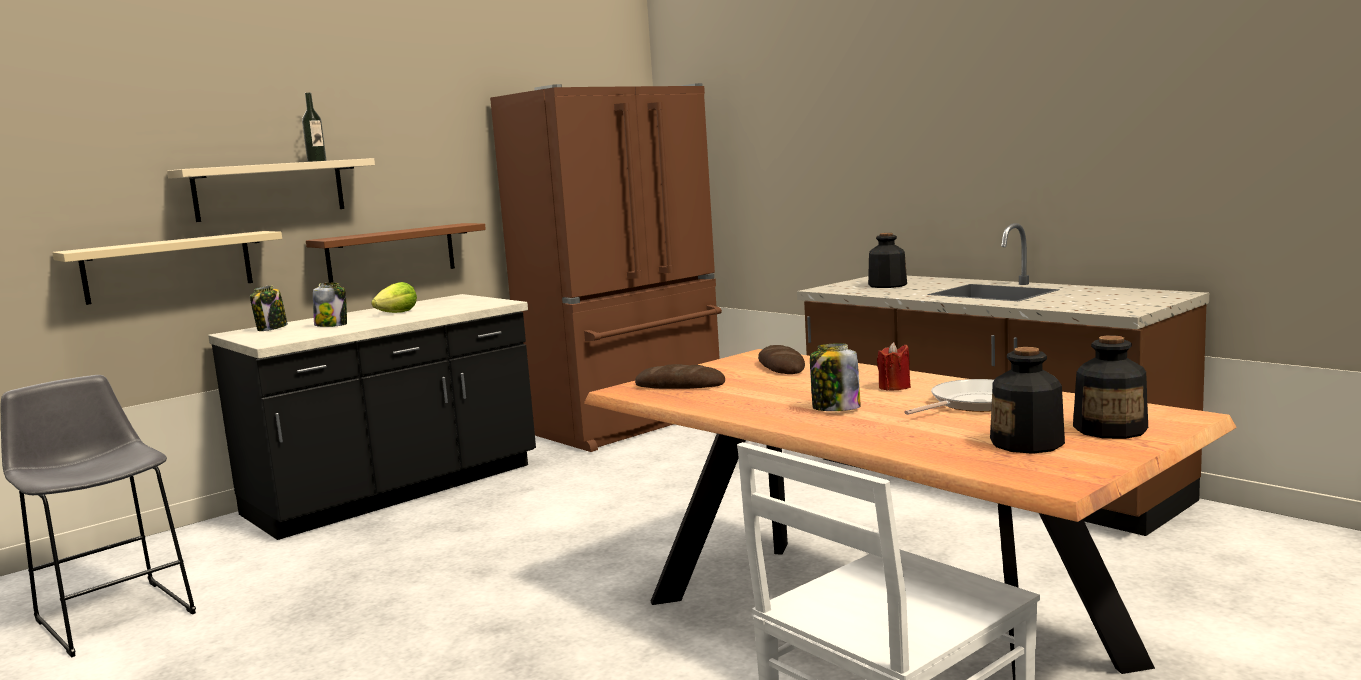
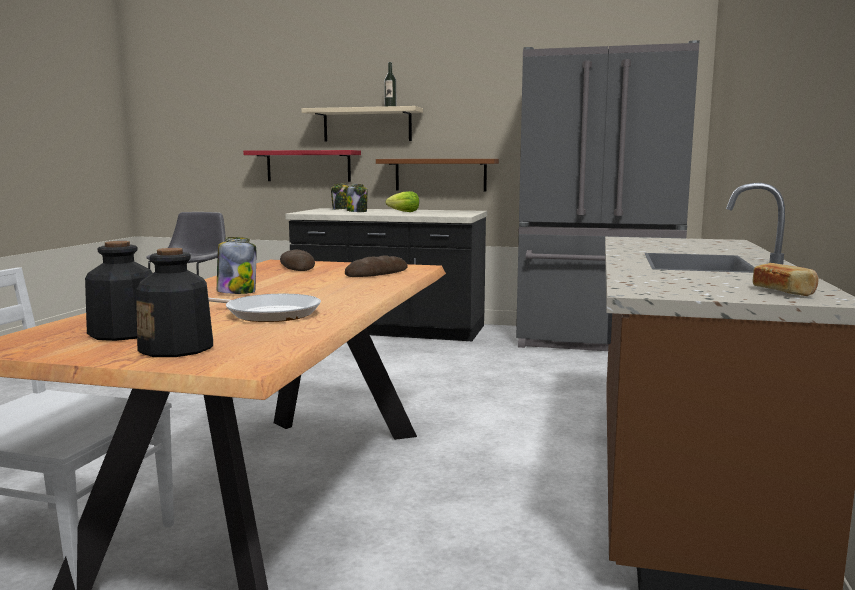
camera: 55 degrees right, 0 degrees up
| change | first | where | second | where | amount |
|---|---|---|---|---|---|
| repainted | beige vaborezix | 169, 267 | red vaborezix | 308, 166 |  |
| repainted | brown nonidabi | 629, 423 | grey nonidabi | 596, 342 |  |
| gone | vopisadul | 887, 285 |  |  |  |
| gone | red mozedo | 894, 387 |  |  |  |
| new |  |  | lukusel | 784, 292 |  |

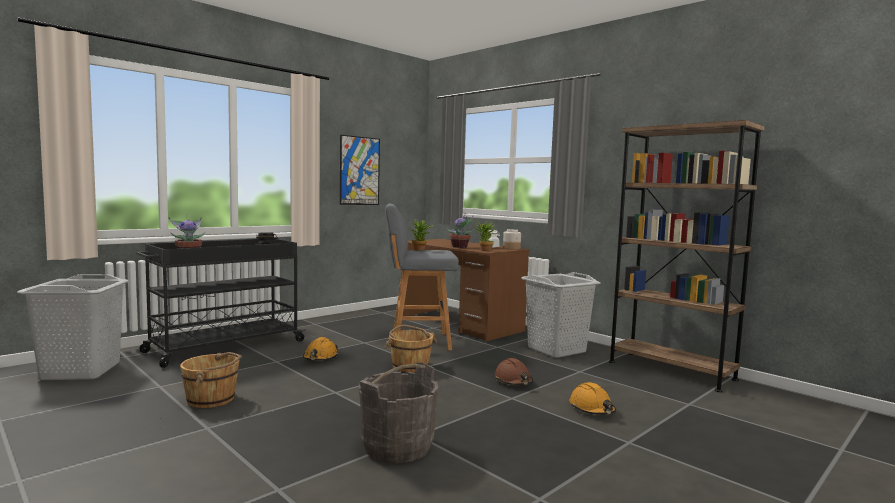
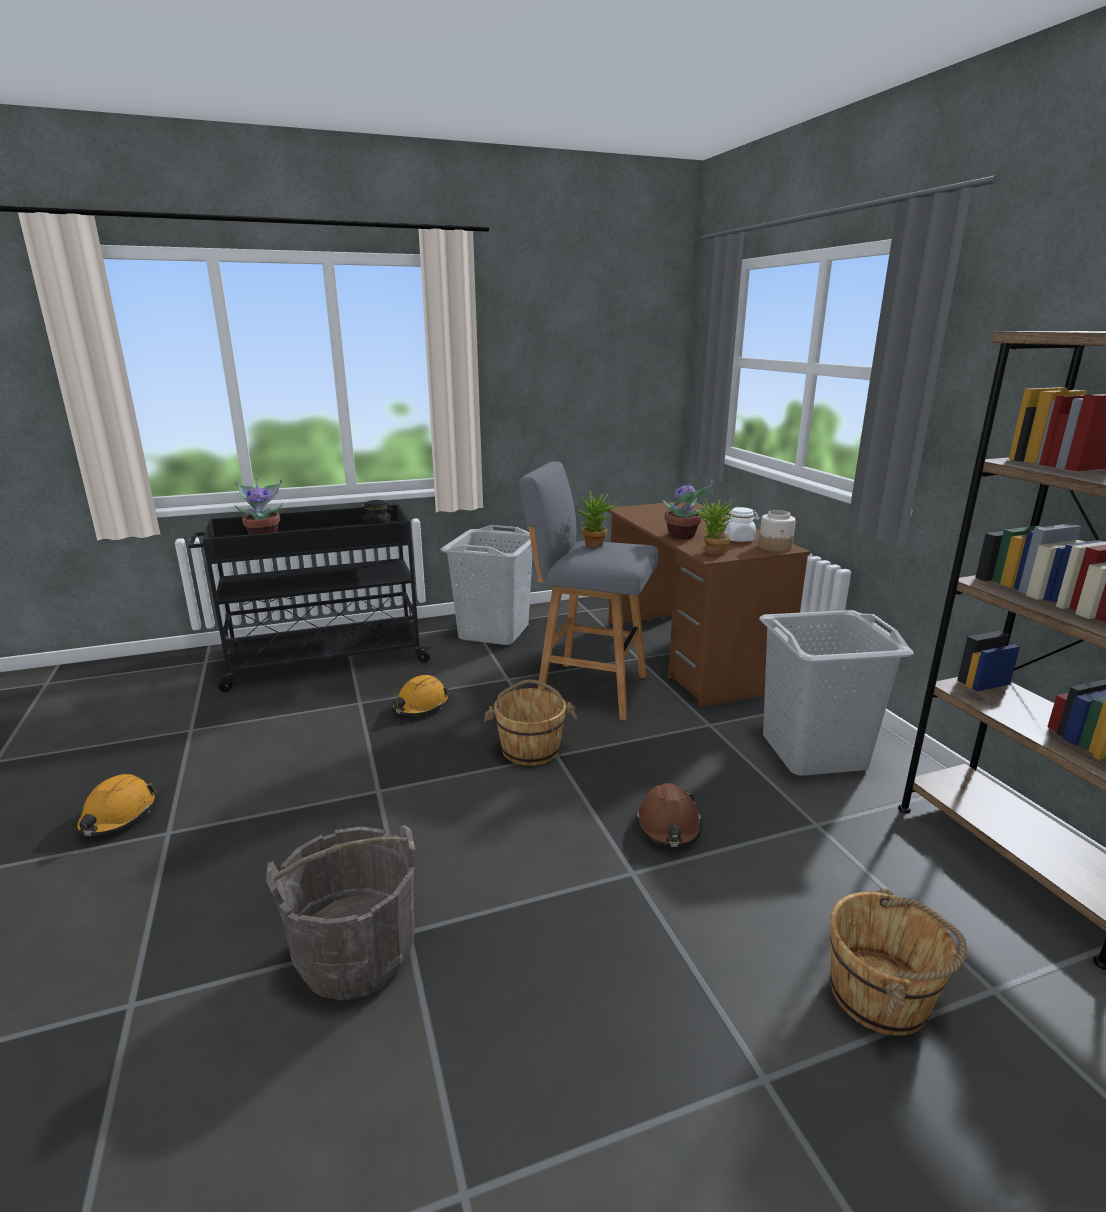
camera: 25 degrees right, 15 degrees up
| change | first | where | second | where | amount |
|---|---|---|---|---|---|
| shifted | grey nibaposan | 81, 371 |  | 494, 632 |  |
| shifted | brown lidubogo | 212, 399 |  | 880, 995 |  |
| gone | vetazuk | 359, 171 |  |  |  |
| shifted | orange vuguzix | 592, 409 |  | 117, 816 |  |

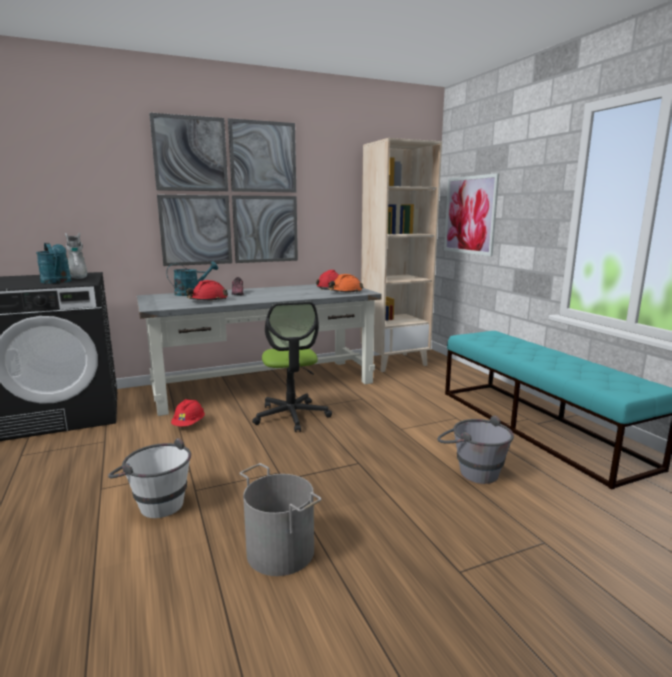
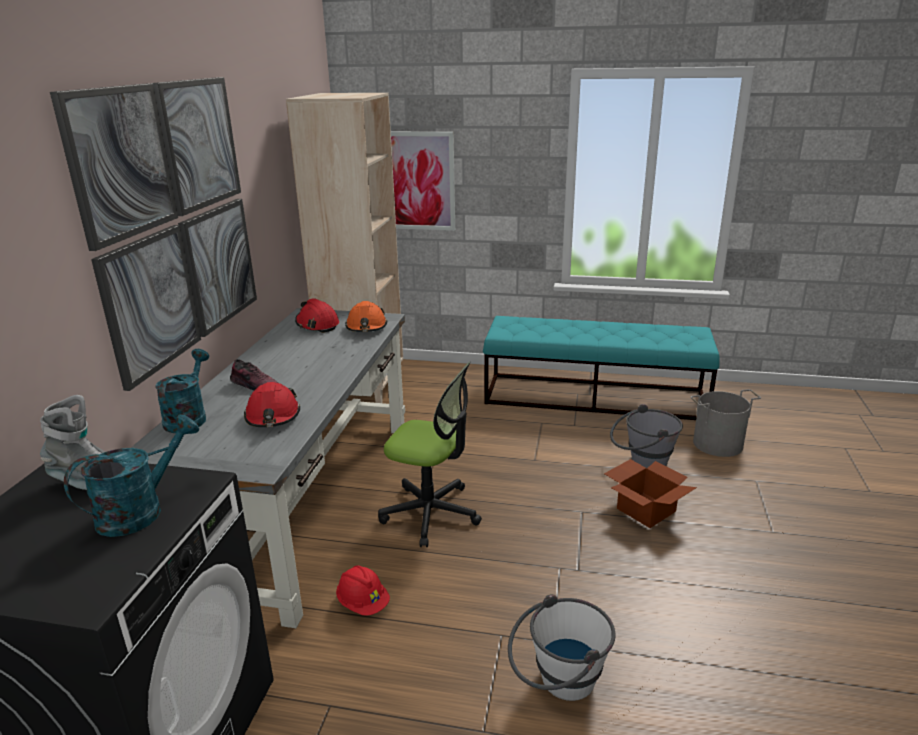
camera: 55 degrees left, 10 degrees up
| change | first | where | second | where | amount |
|---|---|---|---|---|---|
| rotated | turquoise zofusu | 57, 282 |  | 141, 510 | 45 degrees counterclockwise |
| shifted | grey lidubogo | 279, 552 |  | 718, 444 |  |
| new |  |  | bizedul | 645, 509 |  |

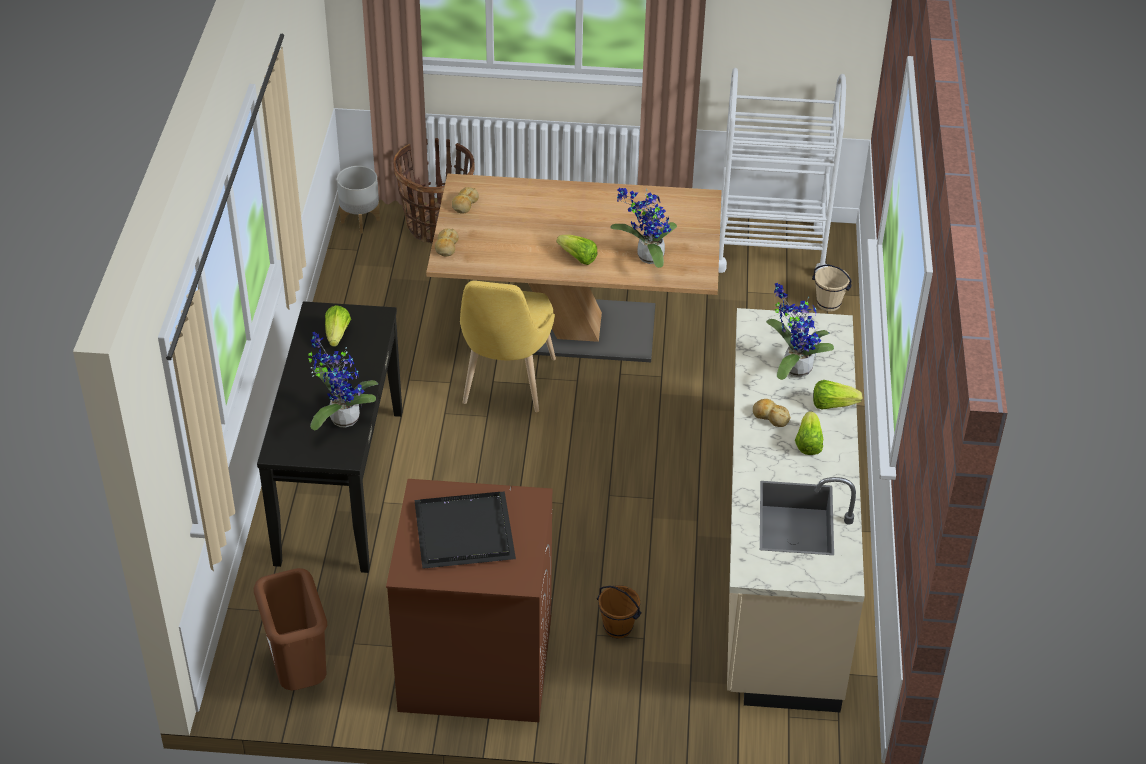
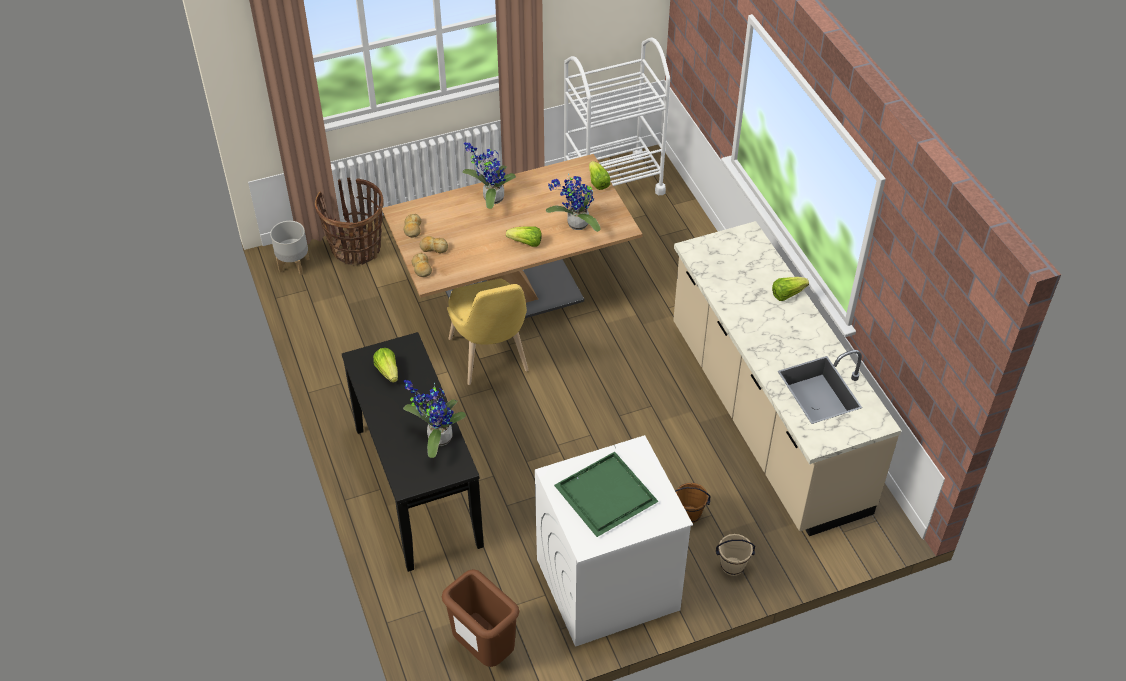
camera: 25 degrees left, 5 degrees up
| change | first | where | second | where | amount |
|---|---|---|---|---|---|
| repainted | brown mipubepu | 474, 663 | white mipubepu | 606, 585 |  |
| repainted | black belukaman | 466, 530 | green belukaman | 606, 493 |  |
| shifted | lukusel | 770, 416 |  | 434, 248 |  |
| shifted | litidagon | 793, 367 |  | 490, 198 |  |
| shifted | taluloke | 808, 443 |  | 598, 182 |  |
| shifted | beige lidubogo | 828, 303 |  | 732, 566 |  |

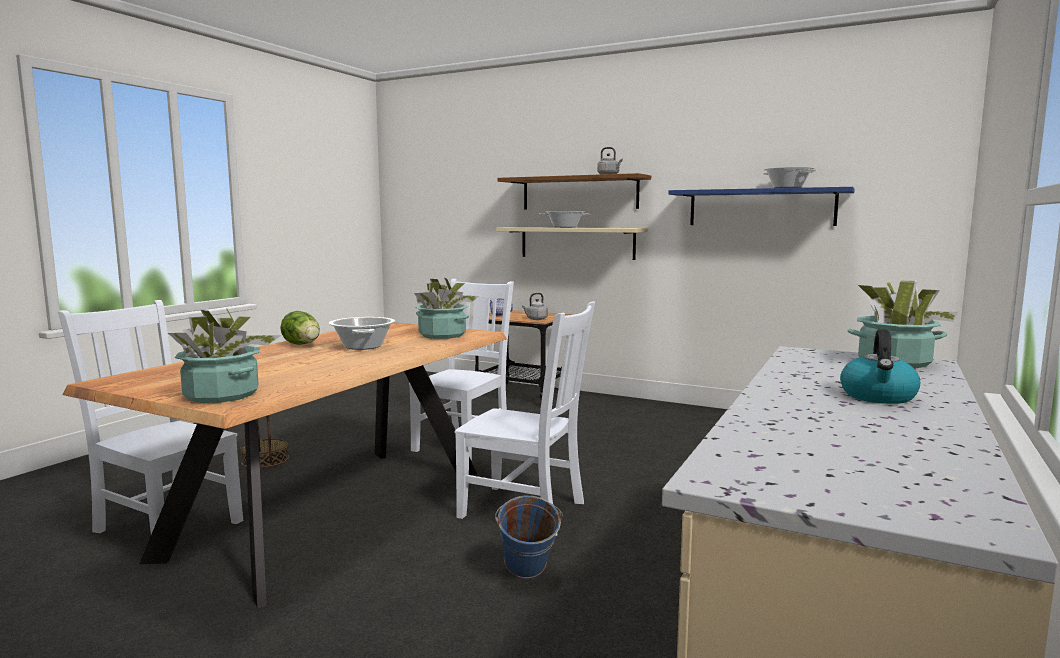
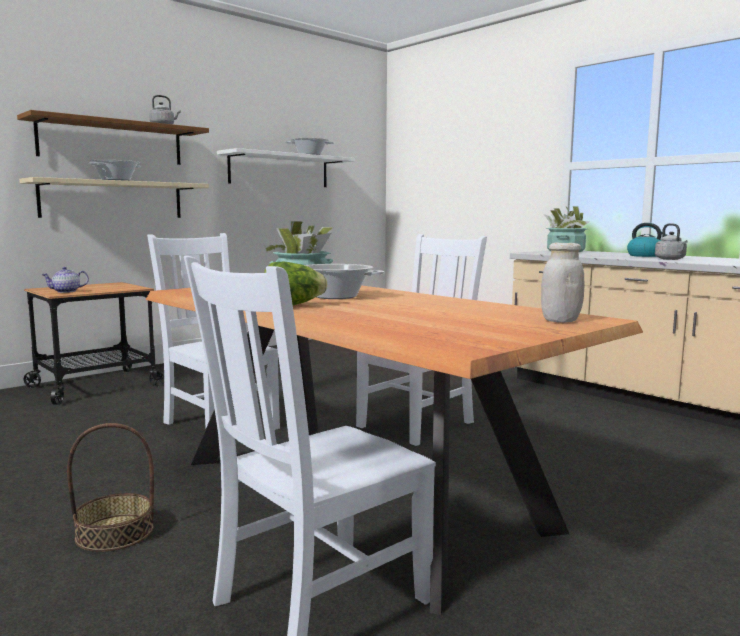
camera: 70 degrees left, 0 degrees up
| change | first | where | second | where | amount |
|---|---|---|---|---|---|
| swapped | litidagon | 221, 395 | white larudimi | 560, 320 |  |
| gone | blue lidubogo | 527, 577 |  |  |  |
| shifted | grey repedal | 536, 319 |  | 671, 259 |  |
| repainted | blue vaborezix | 761, 207 | white vaborezix | 279, 170 |  |

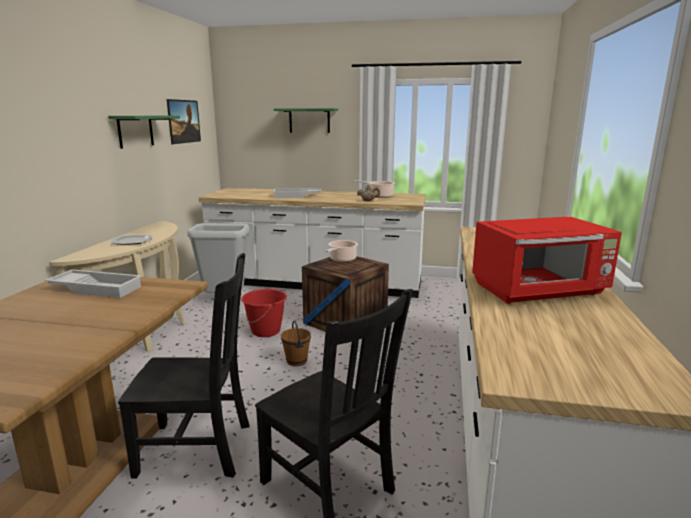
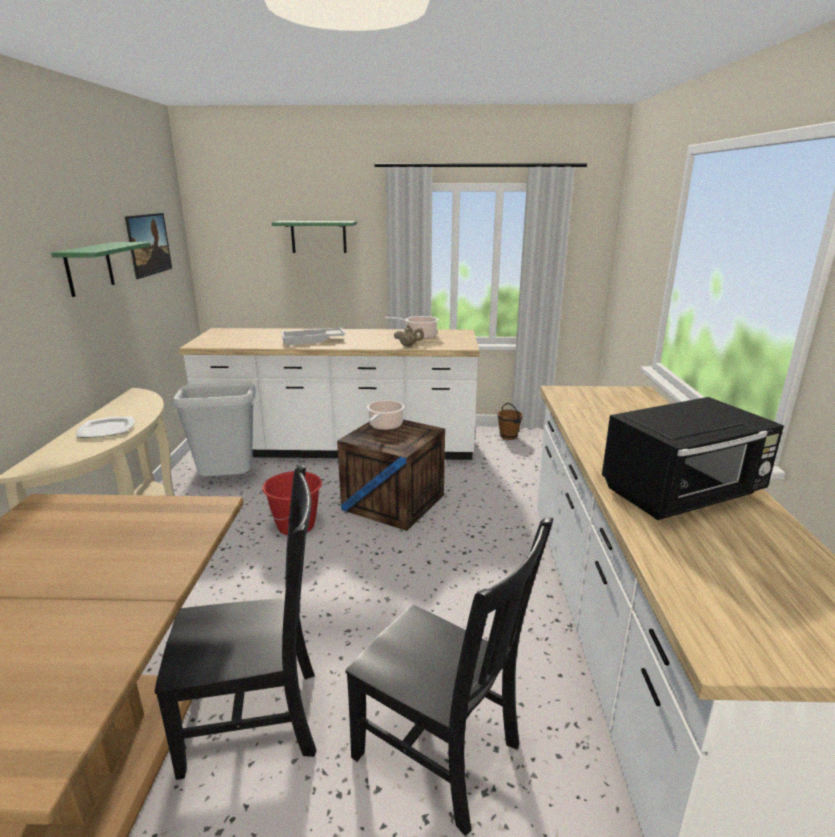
camera: 10 degrees left, 5 degrees up
| change | first | where | second | where | amount |
|---|---|---|---|---|---|
| gone | white belukaman | 97, 288 |  |  |  |
| shifted | brown lidubogo | 296, 361 |  | 508, 436 |  |
| repainted | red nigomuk | 539, 291 | black nigomuk | 683, 494 |  |

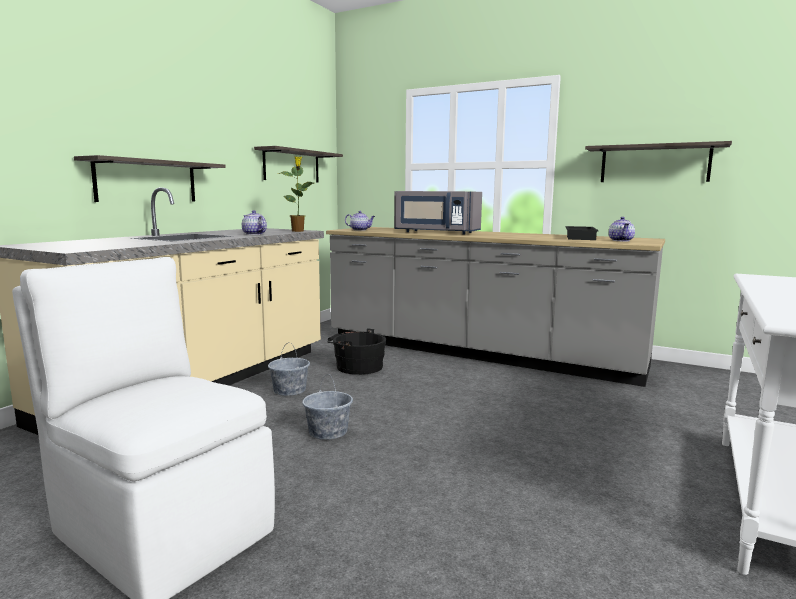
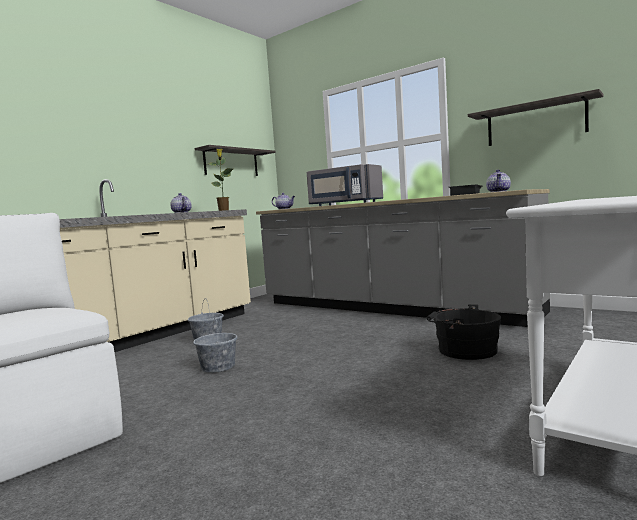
camera: 10 degrees right, 5 degrees down
| change | first | where | second | where | amount |
|---|---|---|---|---|---|
| gone | vaborezix | 147, 181 |  |  |  |
| shifted | black lidubogo | 356, 366 |  | 463, 350 |  |

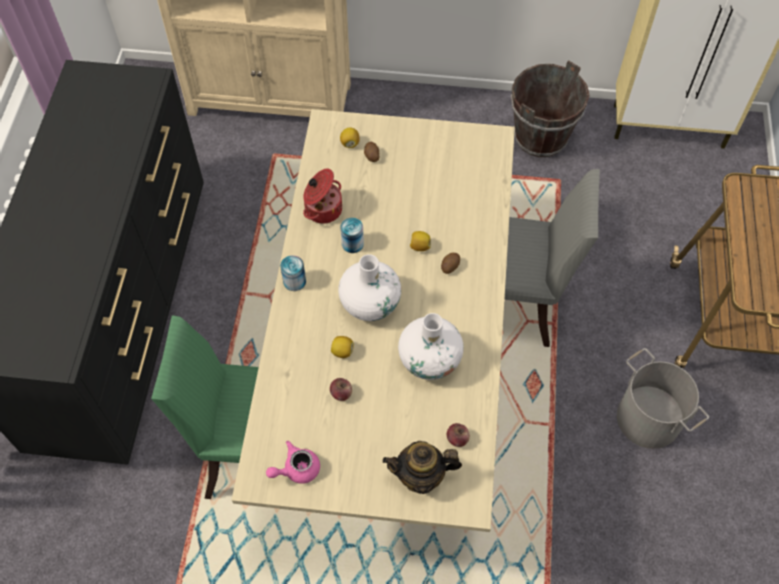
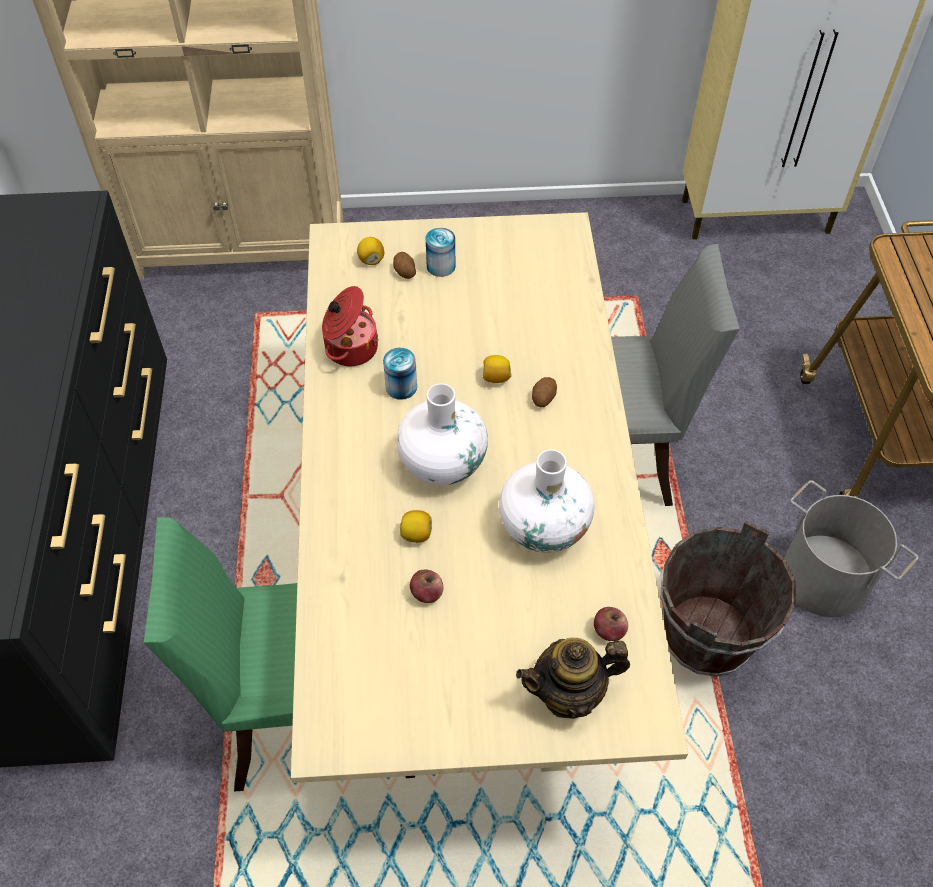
camera: 10 degrees left, 5 degrees down
| change | first | where | second | where | amount |
|---|---|---|---|---|---|
| gone | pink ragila | 296, 469 |  |  |  |
| shifted | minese | 294, 281 |  | 441, 266 |  |
| shifted | brown lidubogo | 541, 138 |  | 707, 637 |  |

